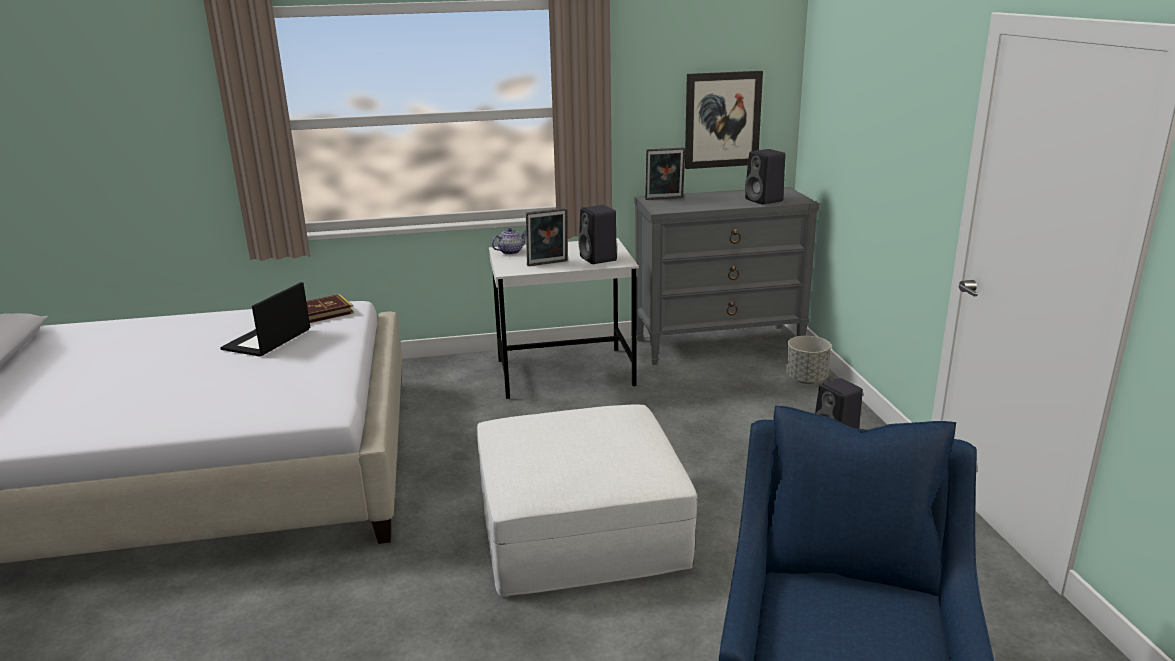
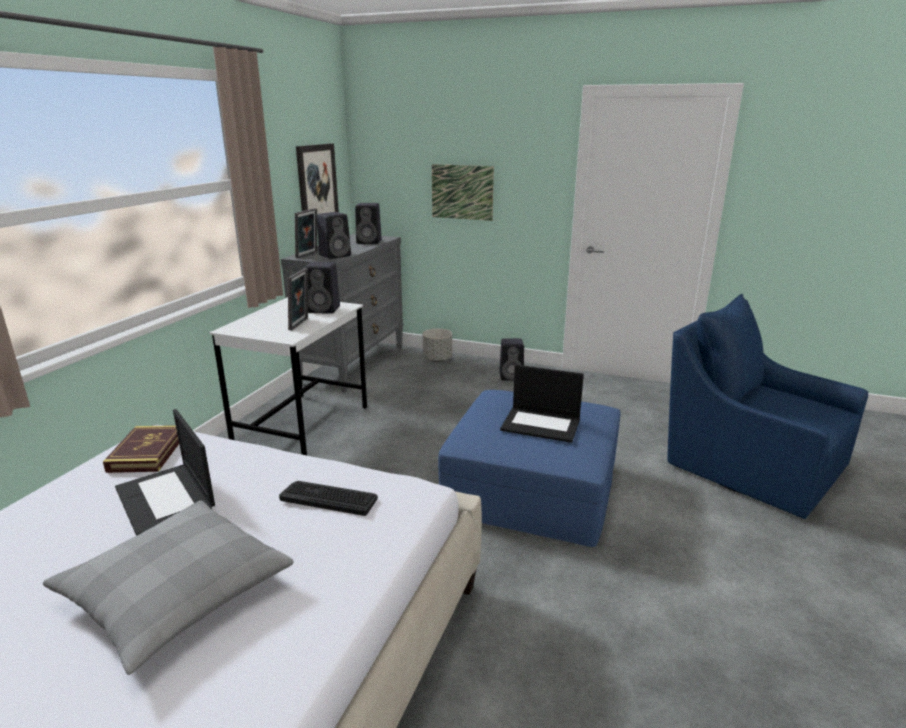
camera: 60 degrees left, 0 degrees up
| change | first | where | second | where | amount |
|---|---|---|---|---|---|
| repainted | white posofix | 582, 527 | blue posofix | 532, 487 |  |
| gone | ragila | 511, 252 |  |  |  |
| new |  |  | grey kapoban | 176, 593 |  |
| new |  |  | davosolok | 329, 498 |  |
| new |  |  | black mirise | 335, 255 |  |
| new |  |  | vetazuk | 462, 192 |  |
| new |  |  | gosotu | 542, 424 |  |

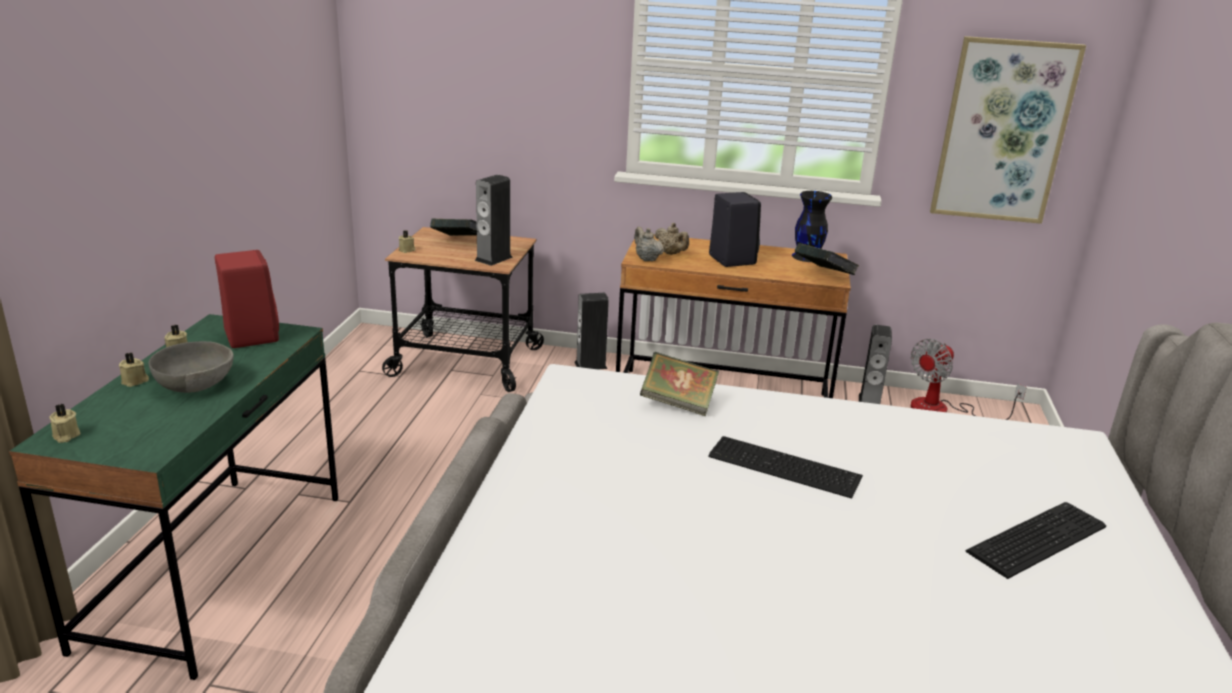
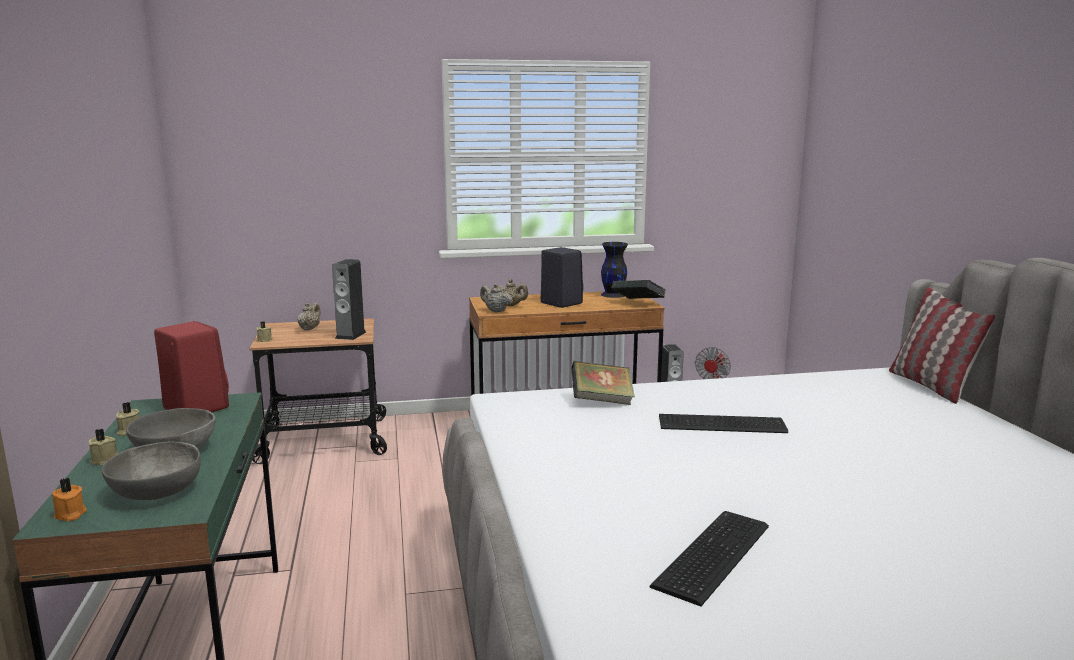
camera: 20 degrees left, 10 degrees down
| change | first | where | second | where | amount |
|---|---|---|---|---|---|
| repainted | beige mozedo | 65, 436 | orange mozedo | 70, 515 |  |
| swapped | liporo | 460, 242 | beige ragila | 309, 329 |  |
| gone | mirise | 590, 365 |  |  |  |
| gone | vetazuk | 1003, 131 |  |  |  |
| shifted | davosolok | 1033, 538 |  | 709, 555 |  |
| new |  |  | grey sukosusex | 155, 492 |  |
| new |  |  | kapoban | 932, 386 |  |

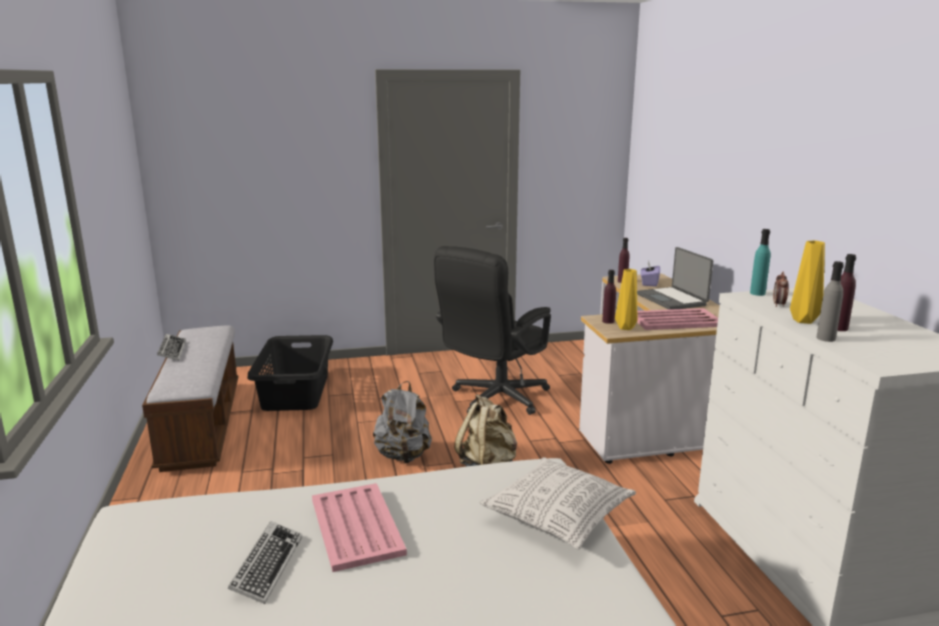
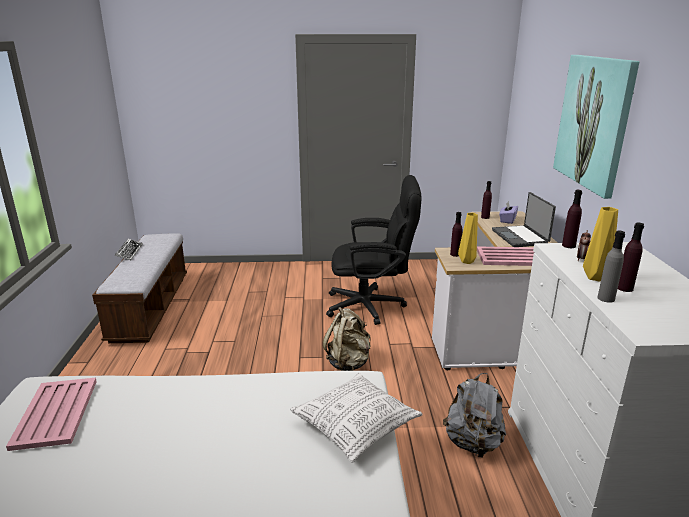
camera: 10 degrees right, 5 degrees up
| change | first | where | second | where | amount |
|---|---|---|---|---|---|
| gone | davosolok | 267, 566 |  |  |  |
| gone | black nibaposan | 295, 392 |  |  |  |
| shifted | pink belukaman | 356, 527 |  | 55, 414 |  |
| shifted | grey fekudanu | 403, 456 |  | 473, 443 |  |
| rotated | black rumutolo | 494, 400 |  | 372, 306 | 135 degrees counterclockwise |
| repainted | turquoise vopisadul | 757, 293 | purple vopisadul | 568, 245 |  |
| new |  |  | vetazuk | 594, 122 |  |

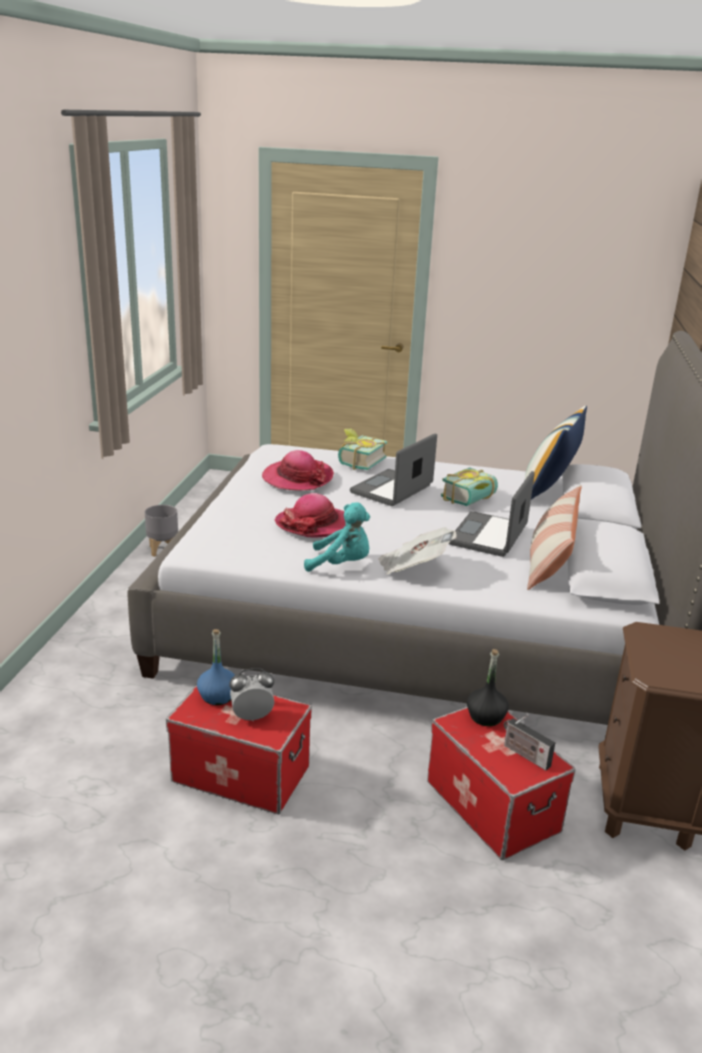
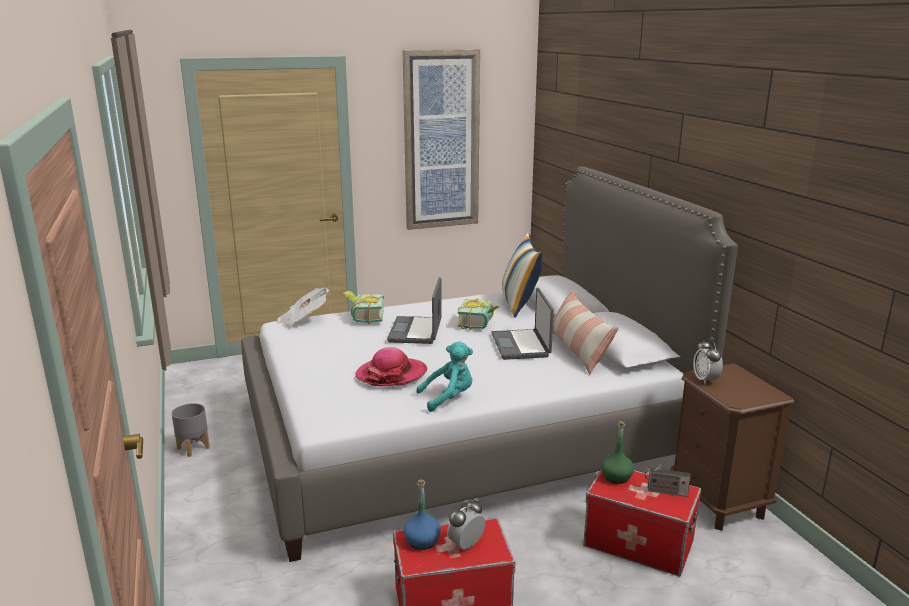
camera: 30 degrees left, 5 degrees down
| change | first | where | second | where | amount |
|---|---|---|---|---|---|
| gone | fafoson | 297, 478 |  |  |  |
| shifted | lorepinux | 413, 568 |  | 303, 319 |  |
| repainted | black vopisadul | 486, 717 | green vopisadul | 616, 477 |  |
| new |  |  | vetazuk | 441, 141 |  |
| new |  |  | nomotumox | 705, 380 |  |

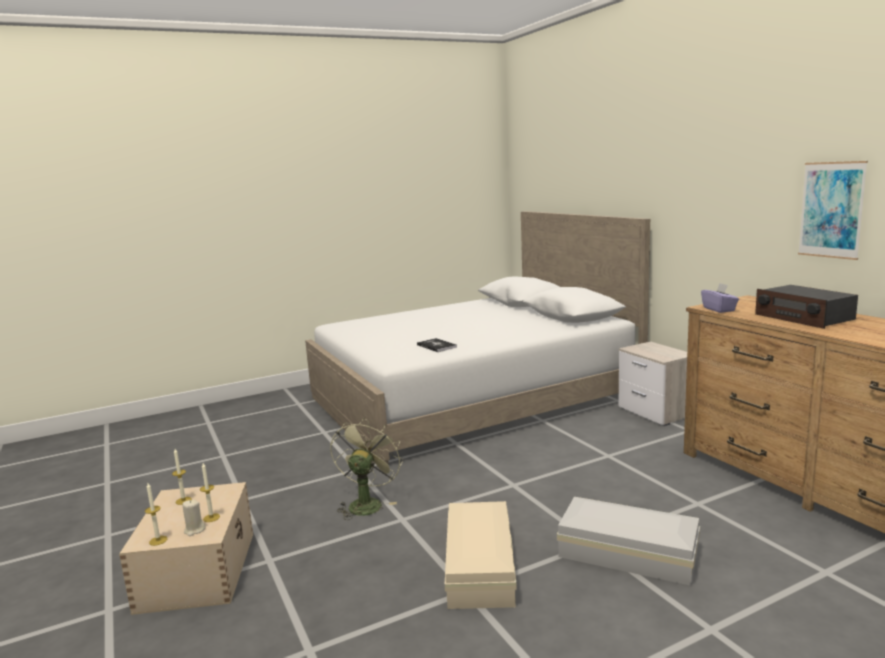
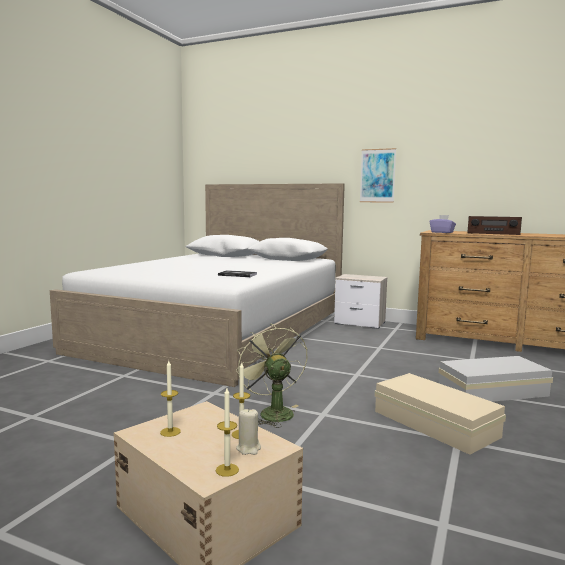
camera: 40 degrees left, 5 degrees down
| change | first | where | second | where | amount |
|---|---|---|---|---|---|
| shifted | vetazuk | 831, 210 |  | 377, 175 |  |

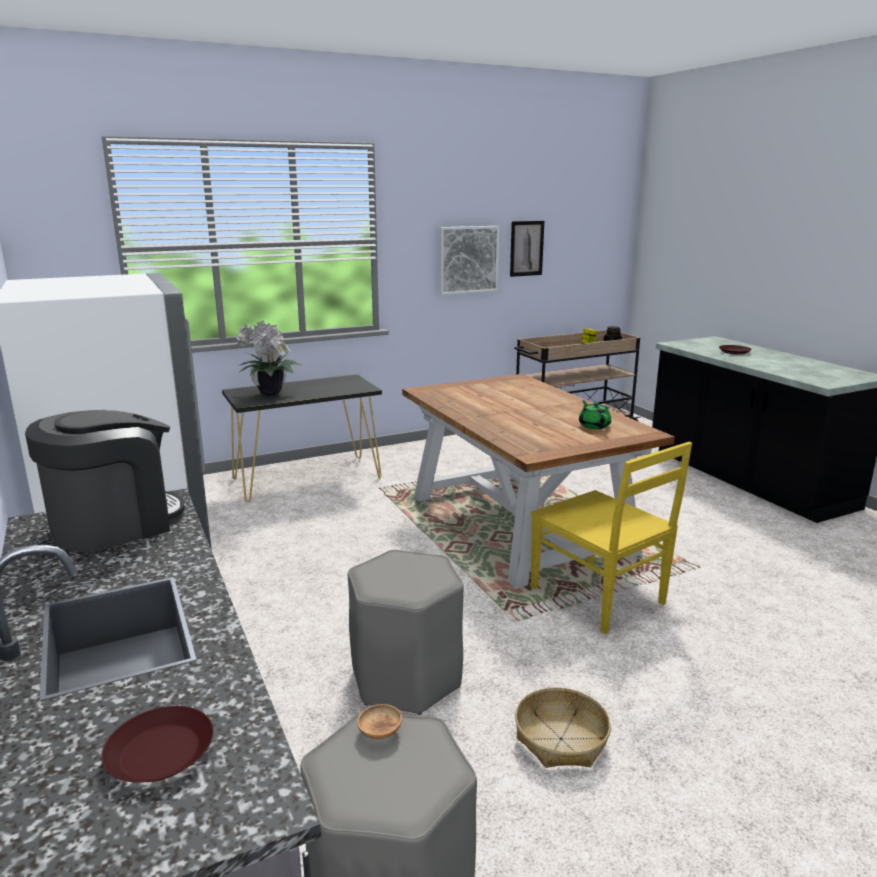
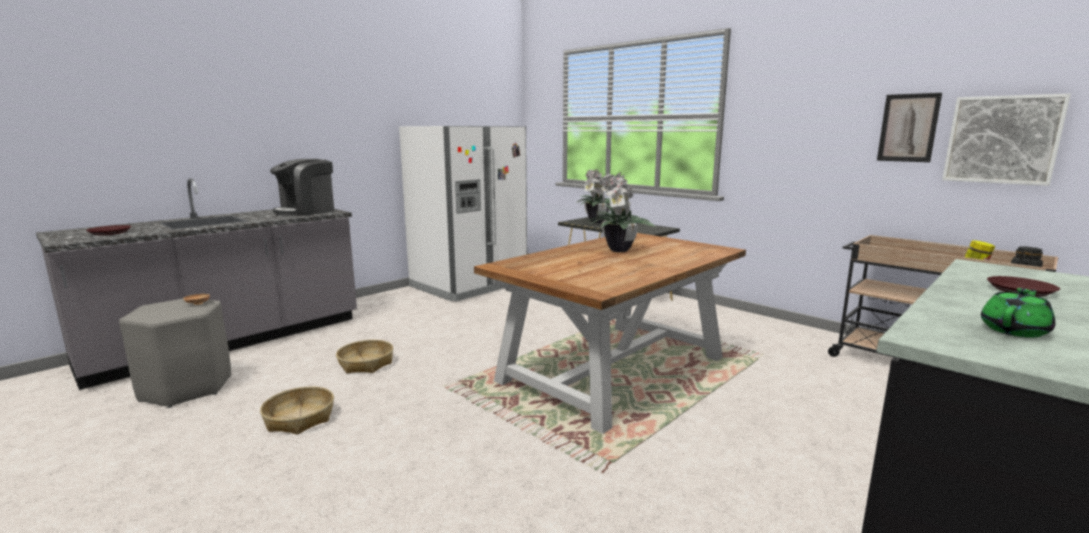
camera: 70 degrees right, 5 degrees down
| change | first | where | second | where | amount |
|---|---|---|---|---|---|
| rotated | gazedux | 115, 524 |  | 306, 211 | 105 degrees clockwise |
| swapped | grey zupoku | 405, 678 | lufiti | 366, 363 |  |
| shifted | vetazuk | 468, 259 |  | 1002, 140 |  |
| gone | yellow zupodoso | 599, 597 |  |  |  |
| shifted | green ragila | 594, 426 |  | 1014, 330 |  |
| new |  |  | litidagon | 618, 251 |  |

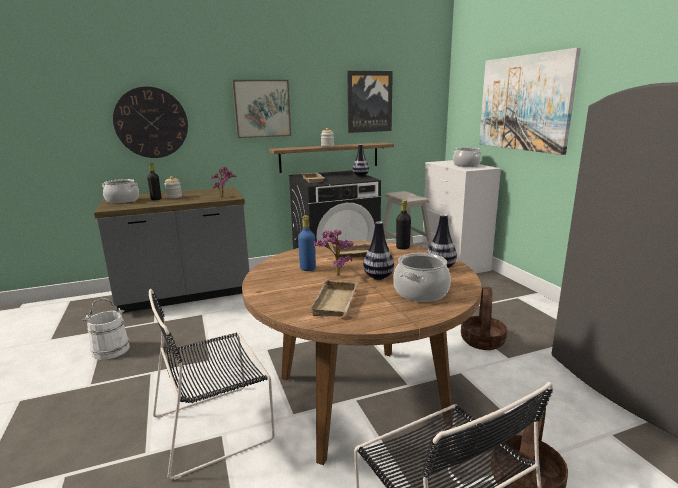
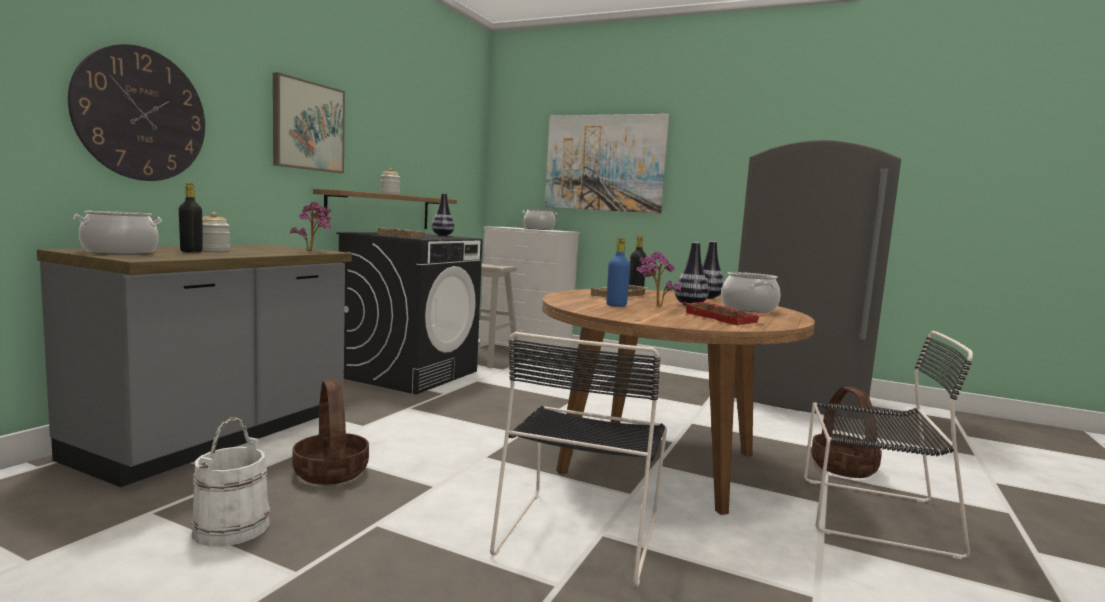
camera: 45 degrees left, 10 degrees down
| change | first | where | second | where | amount |
|---|---|---|---|---|---|
| repainted | beige belukaman | 337, 303 | red belukaman | 723, 318 |  |
| gone | vetazuk | 369, 102 |  |  |  |
| shifted | lufiti | 482, 341 |  | 331, 472 |  |

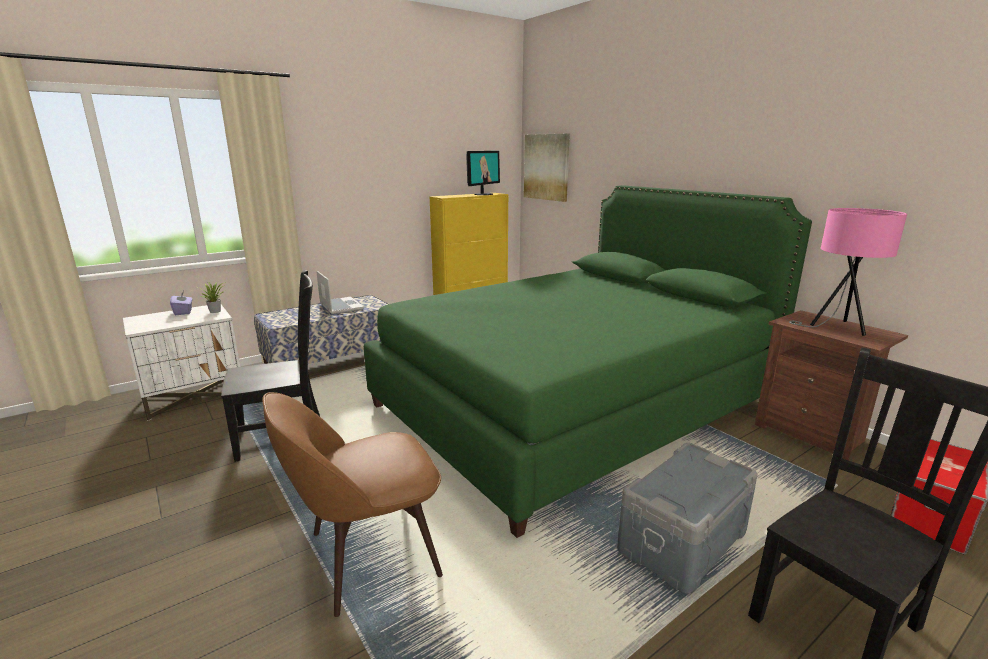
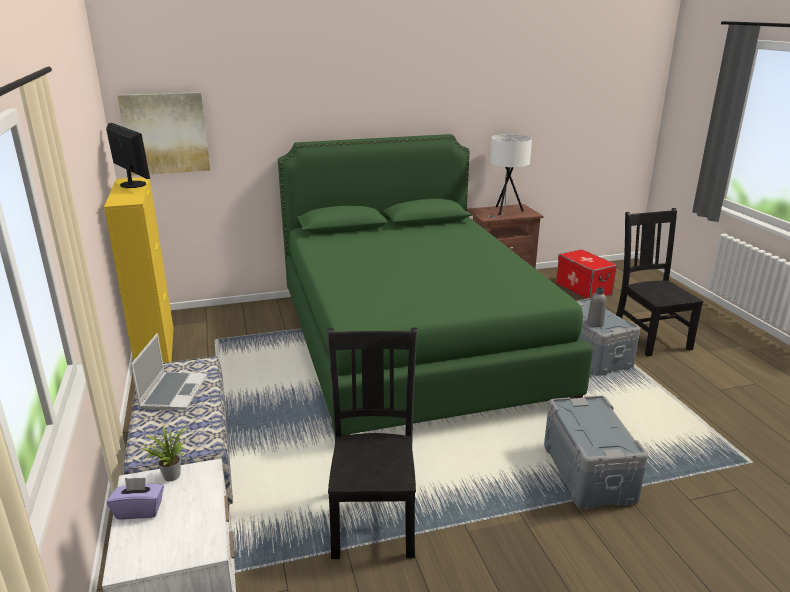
camera: 70 degrees left, 5 degrees up
| change | first | where | second | where | amount |
|---|---|---|---|---|---|
| swapped | brown zupodoso | 367, 556 | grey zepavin | 587, 472 |  |
| rotated | gosotu | 340, 306 |  | 173, 392 | 105 degrees clockwise |
| repainted | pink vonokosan | 835, 328 | white vonokosan | 505, 212 |  |
| new |  |  | grey vopisadul | 595, 323 |  |

